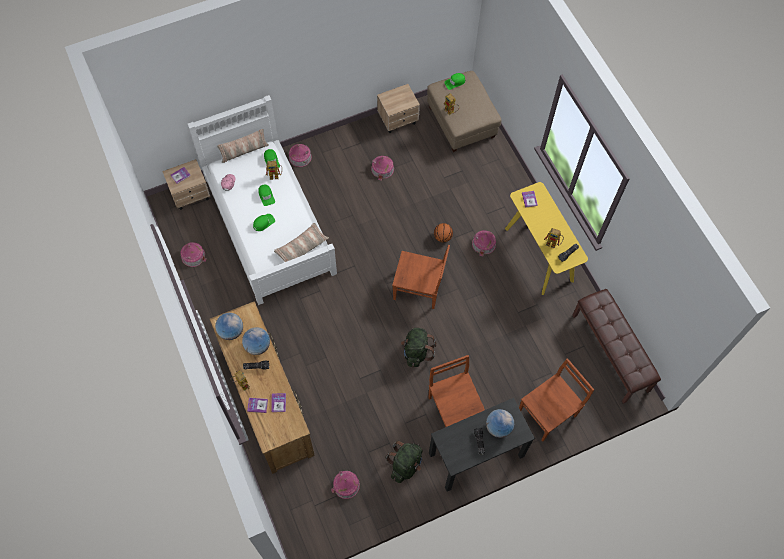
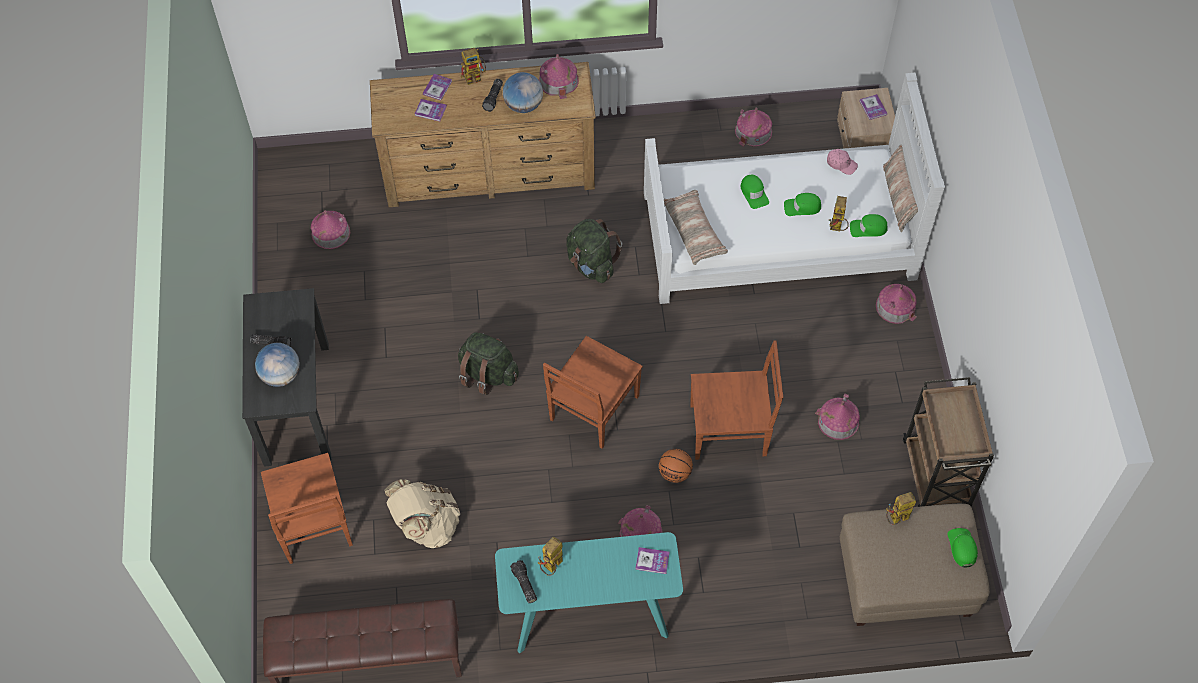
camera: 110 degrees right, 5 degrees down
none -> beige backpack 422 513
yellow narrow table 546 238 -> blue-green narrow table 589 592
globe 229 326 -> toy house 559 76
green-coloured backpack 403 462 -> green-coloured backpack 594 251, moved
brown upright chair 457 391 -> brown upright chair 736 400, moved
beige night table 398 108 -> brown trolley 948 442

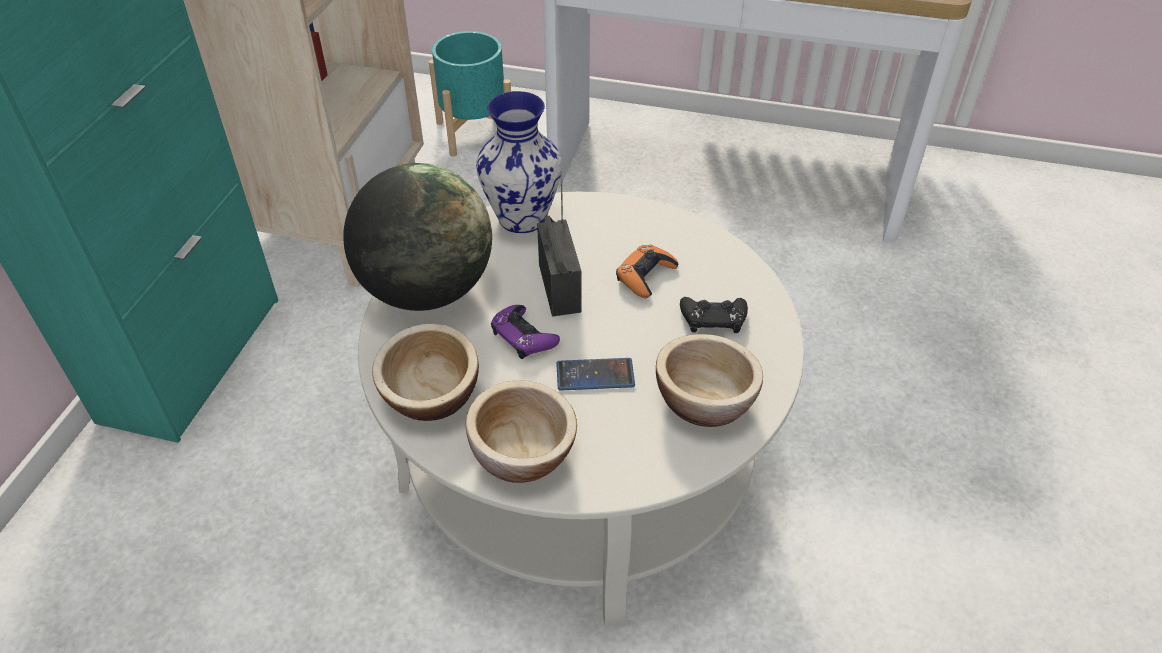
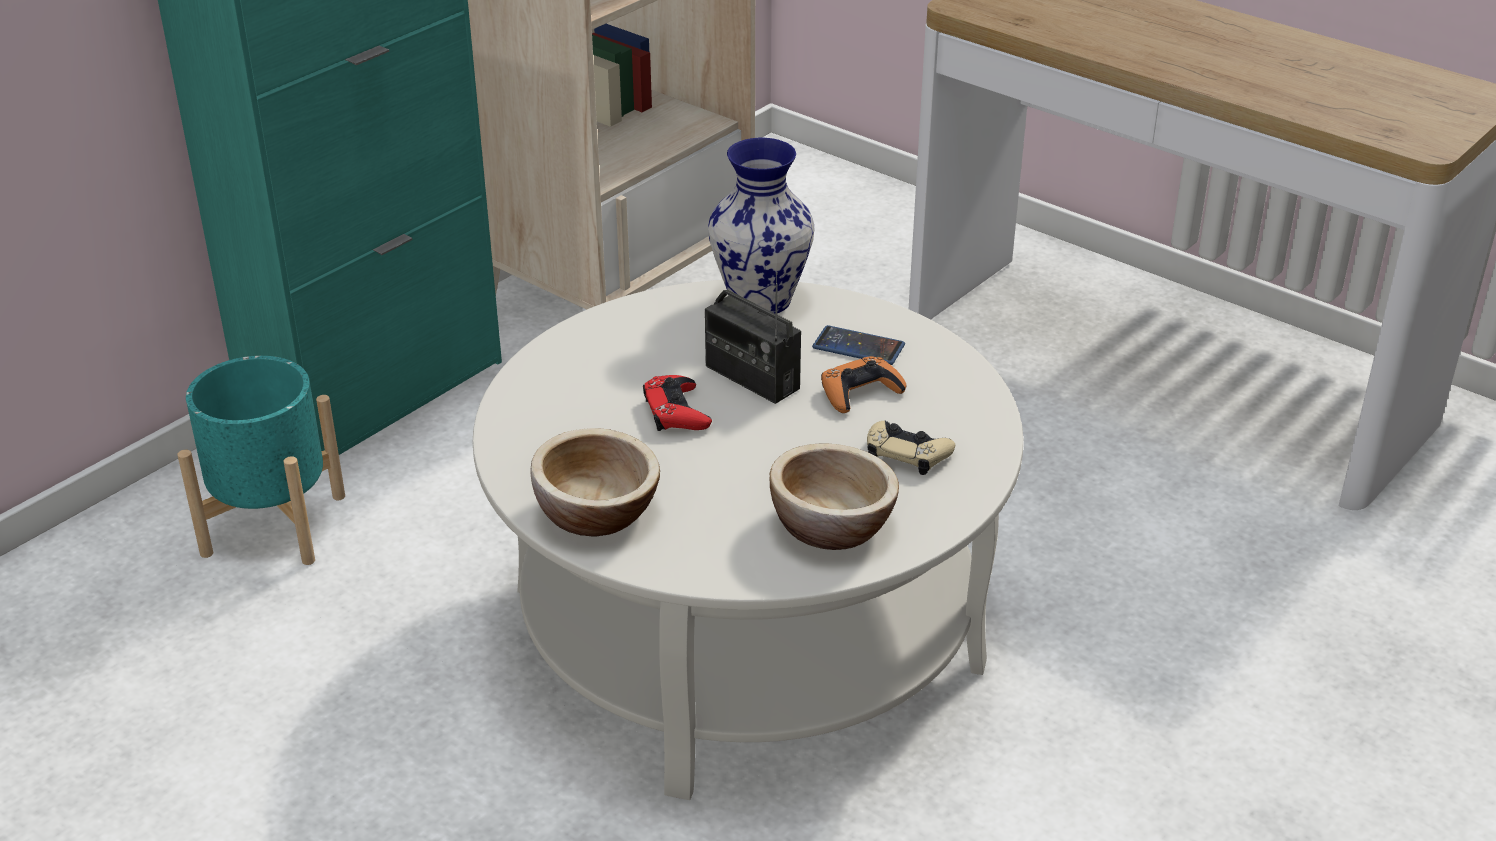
camera: 25 degrees right, 10 degrees down
blue-green flower pot 470 94 -> blue-green flower pot 261 460, moved
purple gamepad 525 332 -> red gamepad 677 403
radio receiver 559 244 -> radio receiver 753 338, 120 degrees clockwise
handset 595 374 -> handset 858 345, moved
blackish gamepad 714 315 -> beige gamepad 911 448
globe 417 237 -> none
bowl 425 372 -> none

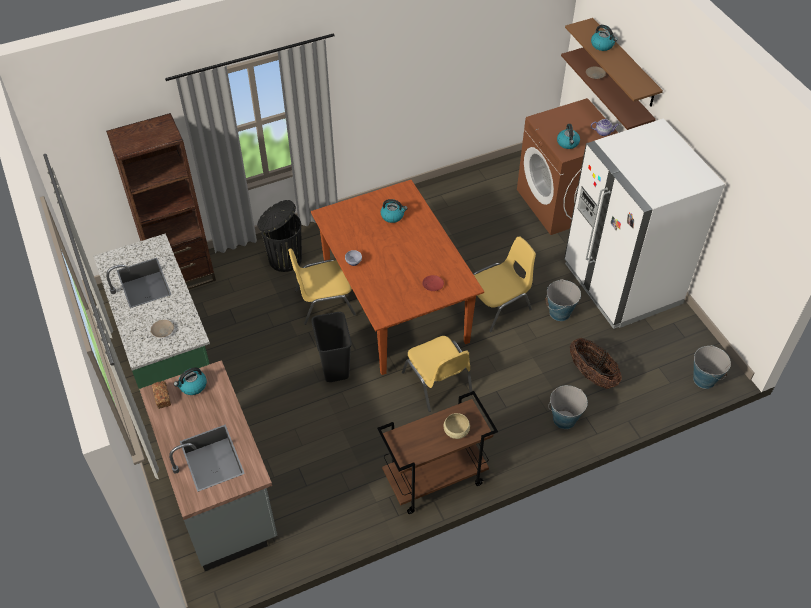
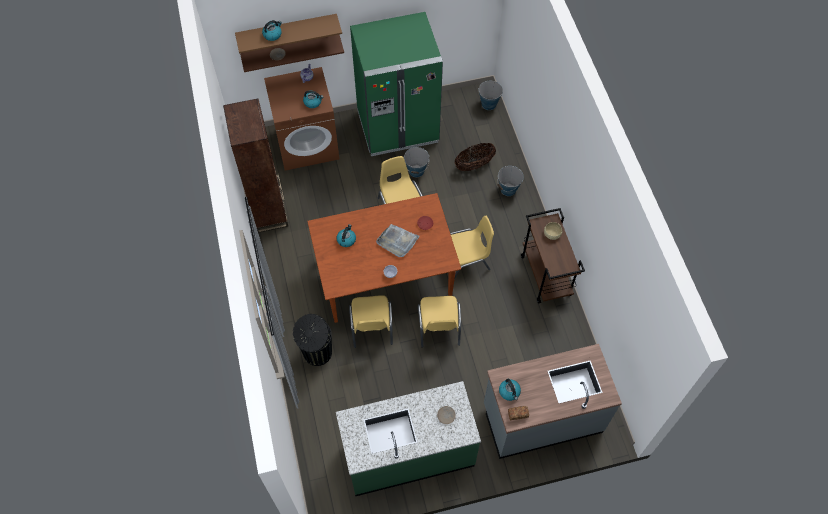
camera: 80 degrees left, 10 degrees up
brown shelving unit 161 201 -> brown shelving unit 255 165, moved
whitish fridge 644 223 -> green-coloured fridge 396 84
none -> gray tray 398 240
blackish rubbish bin 331 347 -> yellow upright chair 439 322

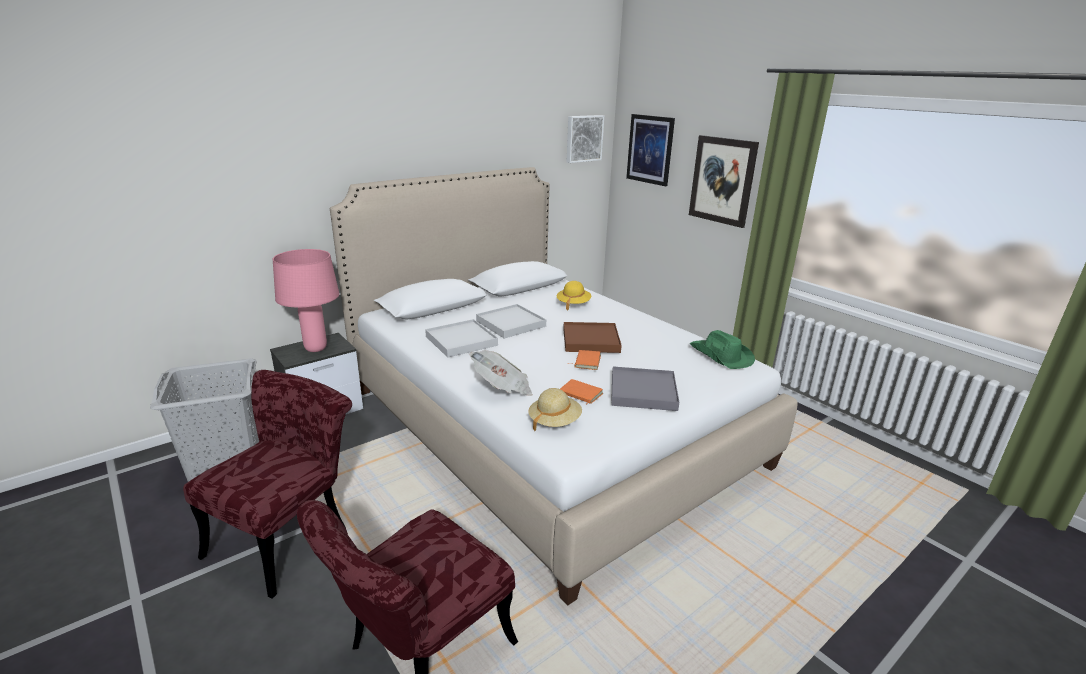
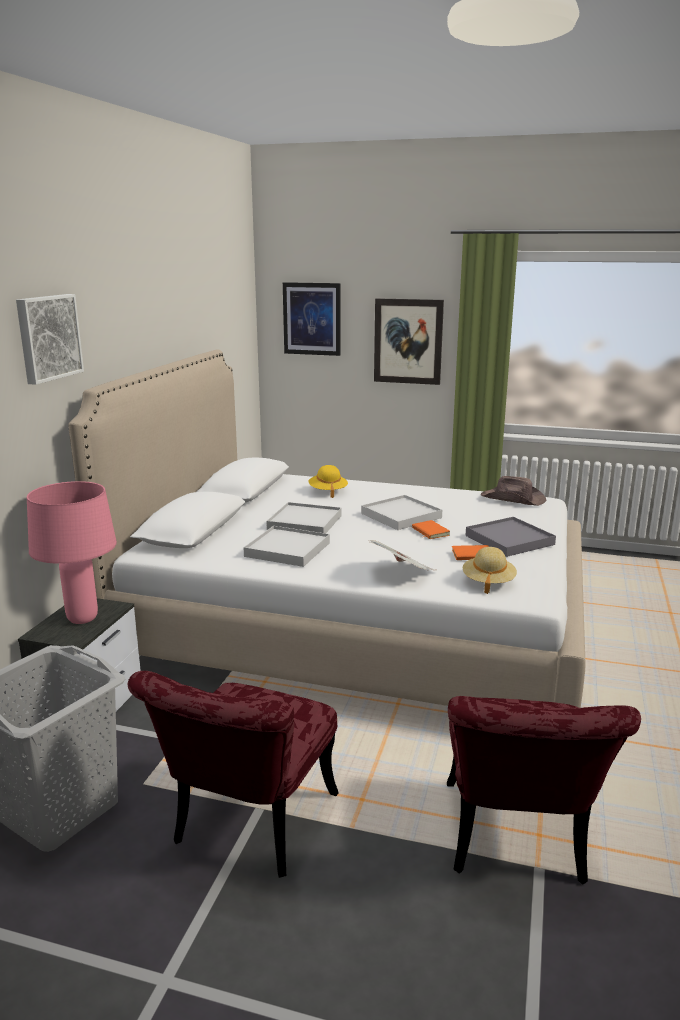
camera: 35 degrees left, 5 degrees down
wall picture 585 139 -> wall picture 50 339, moved
red upright chair 267 484 -> red upright chair 233 774, 150 degrees counterclockwise
brown tray 592 337 -> whitish tray 401 512
green-coloured clothing hat 722 349 -> brown clothing hat 513 491

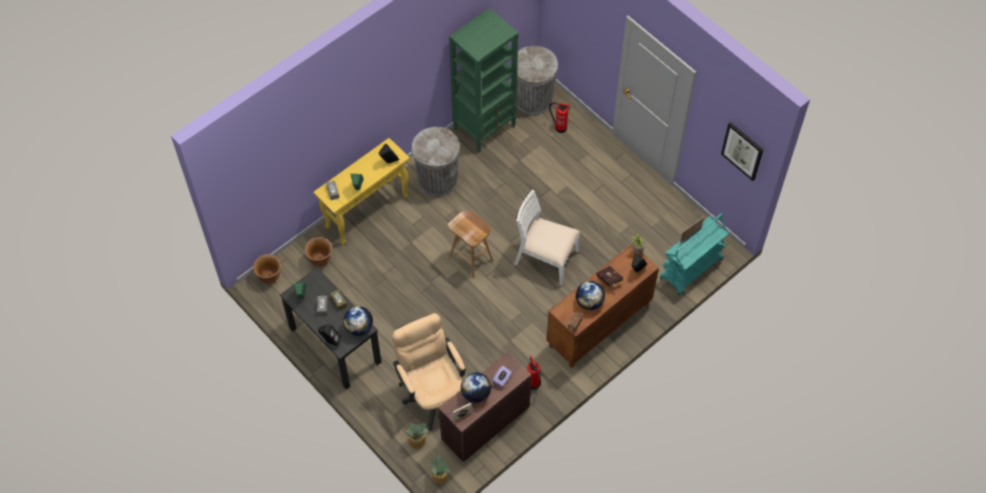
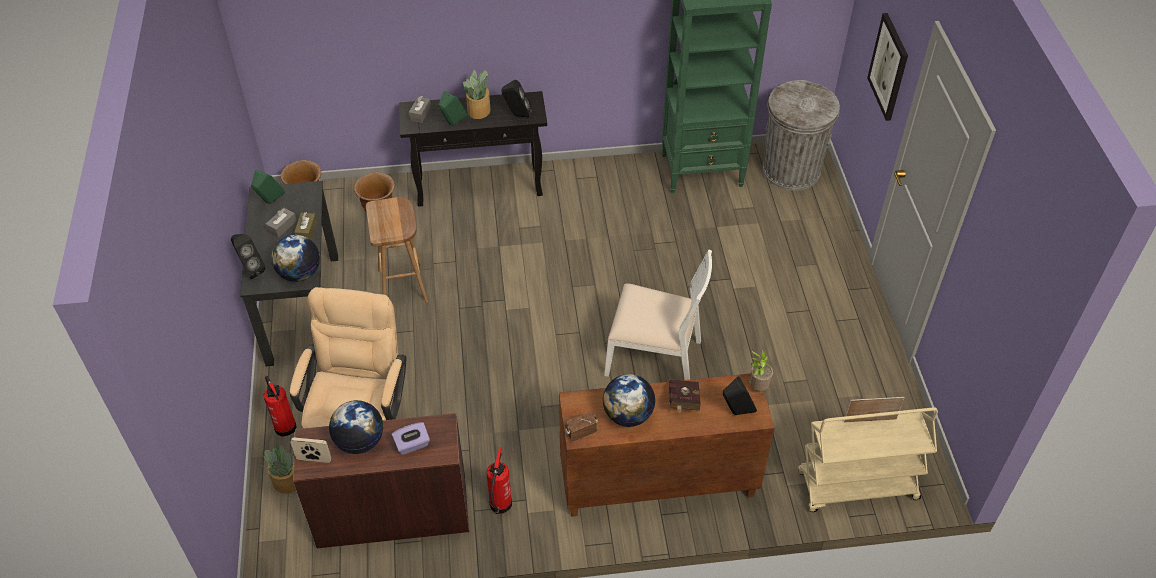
camera: 35 degrees right, 10 degrees down
fire-fighting cylinder 560 117 -> fire-fighting cylinder 280 406, moved
brown stool seat 470 244 -> brown stool seat 397 250, moved
yellow narrow table 362 191 -> blackish narrow table 473 148
houseplant 440 469 -> houseplant 476 94, moved
whitish upright chair 547 238 -> whitish upright chair 658 314, 135 degrees clockwise
blue-green trolley 694 254 -> beige trolley 868 459
wall picture 742 151 -> wall picture 887 67, moved
gray rubbish bin 436 162 -> none

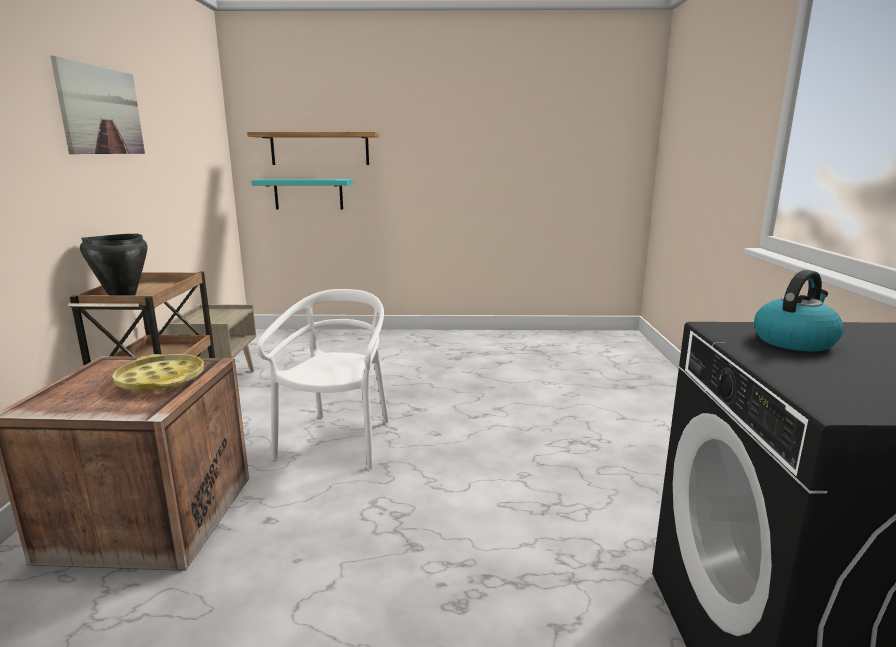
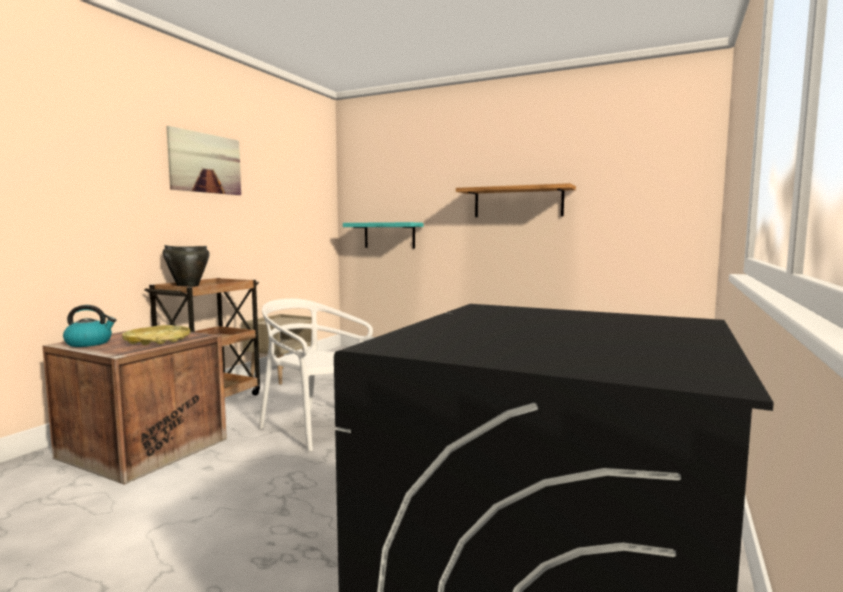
camera: 25 degrees right, 10 degrees down
water kettle 799 311 -> water kettle 89 326, moved
whitish upright chair 323 379 -> whitish upright chair 316 375, 90 degrees counterclockwise
wall shelf 313 148 -> wall shelf 516 200, moved

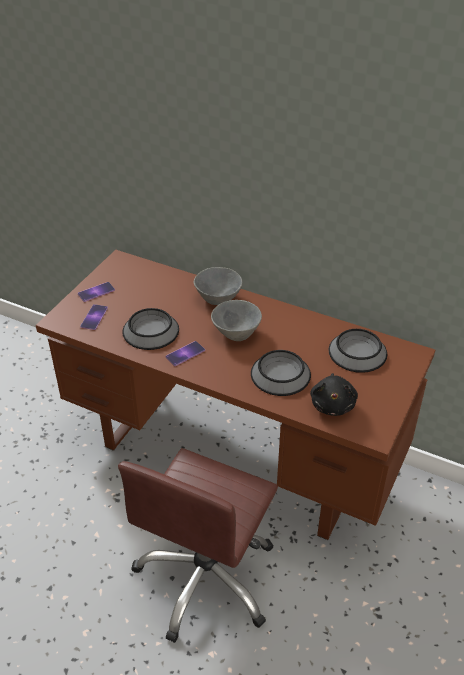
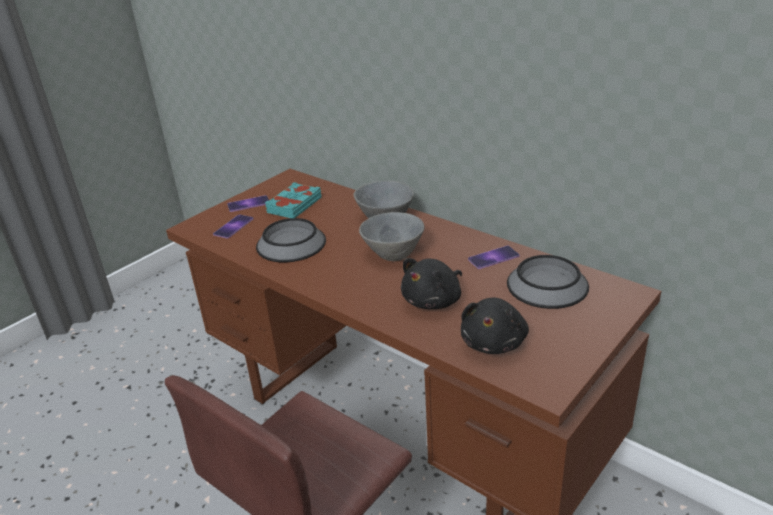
camera: 15 degrees right, 10 degrees down
none -> blue-green volume 293 200
bowl 281 373 -> blackish soft toy 431 283
handset 185 353 -> handset 494 257, moved

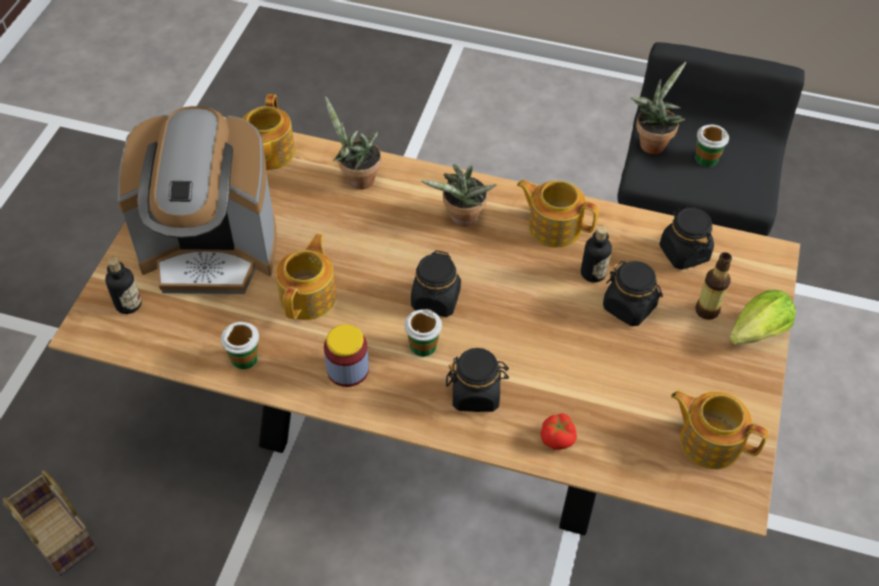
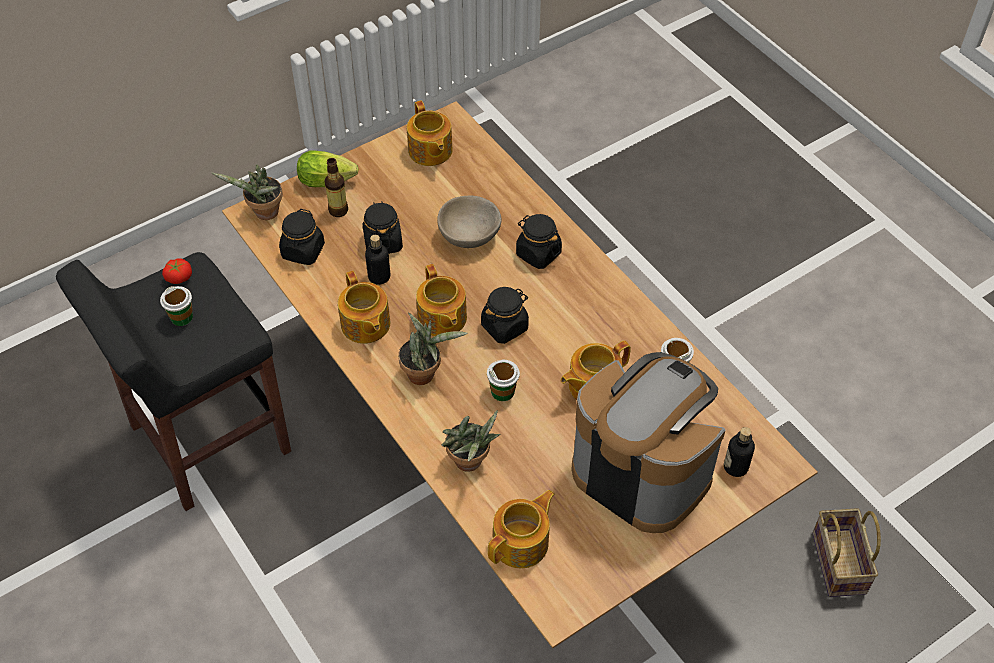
camera: 140 degrees left, 0 degrees up
fresh tomato 558 431 -> fresh tomato 177 271, moved
houseplant 658 108 -> houseplant 247 192, moved
none -> teapot 441 300
none -> beige bowl 469 222
cup 423 333 -> cup 503 380, moved
jar 346 355 -> none

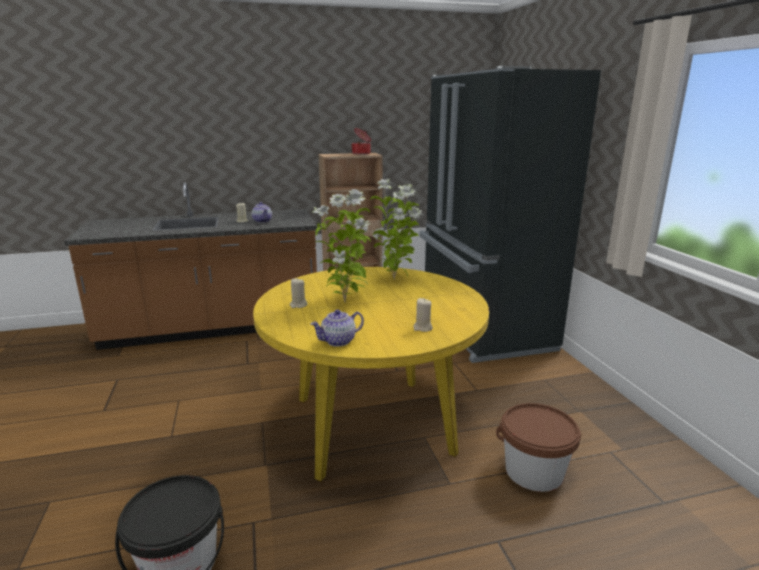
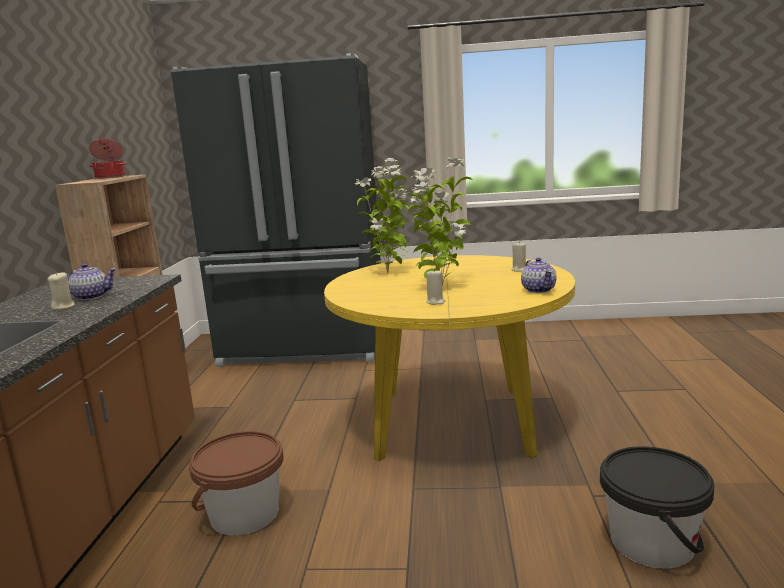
camera: 70 degrees left, 5 degrees down
brown bucket 538 447 -> brown bucket 236 483, moved

